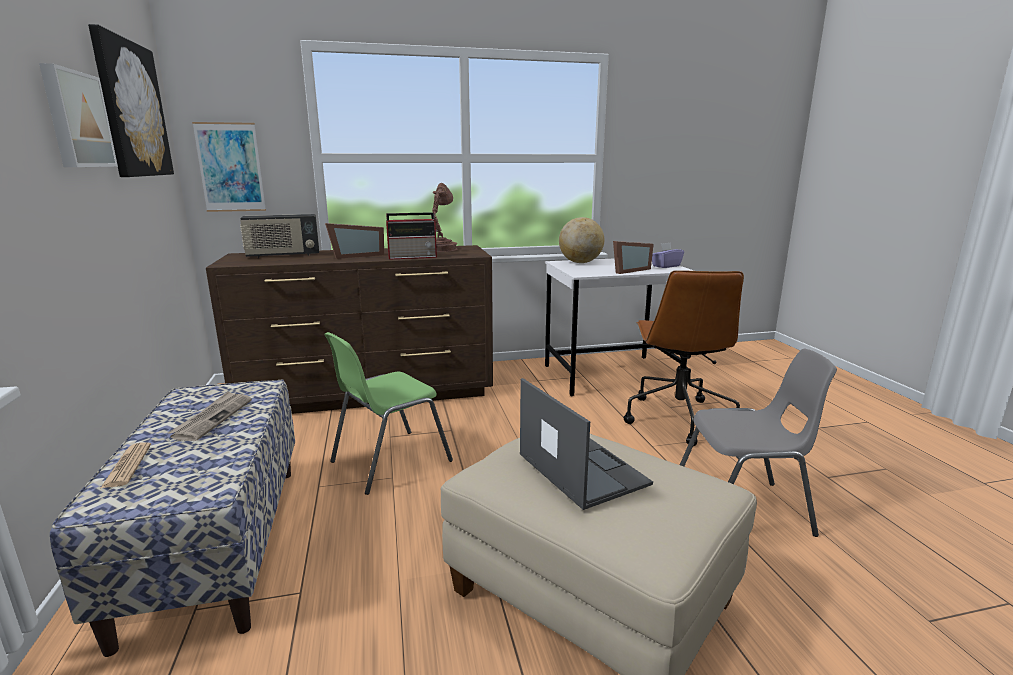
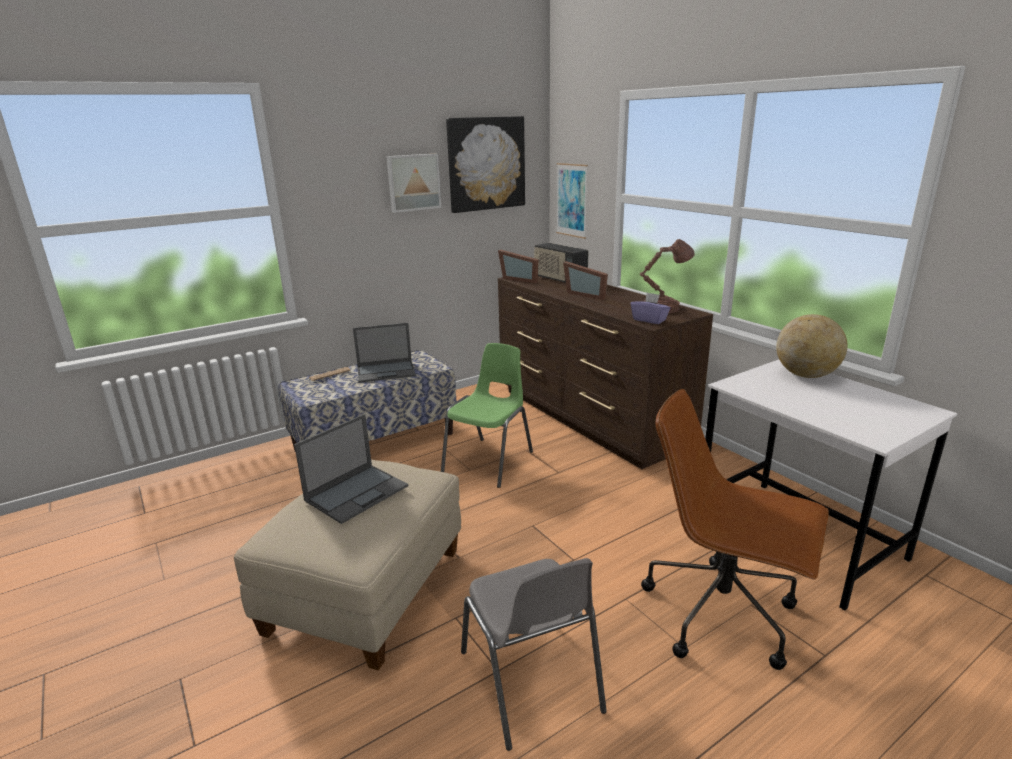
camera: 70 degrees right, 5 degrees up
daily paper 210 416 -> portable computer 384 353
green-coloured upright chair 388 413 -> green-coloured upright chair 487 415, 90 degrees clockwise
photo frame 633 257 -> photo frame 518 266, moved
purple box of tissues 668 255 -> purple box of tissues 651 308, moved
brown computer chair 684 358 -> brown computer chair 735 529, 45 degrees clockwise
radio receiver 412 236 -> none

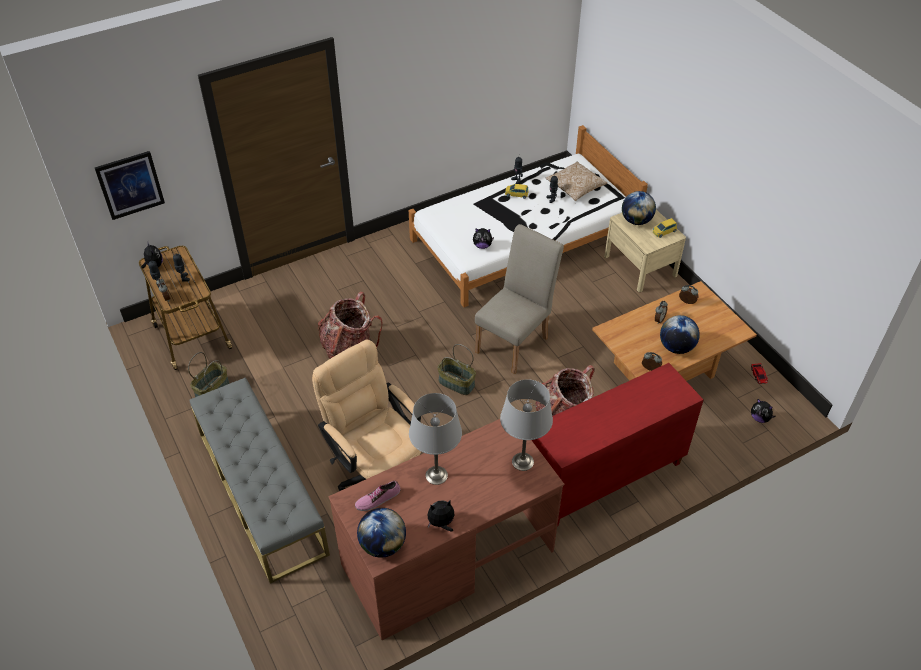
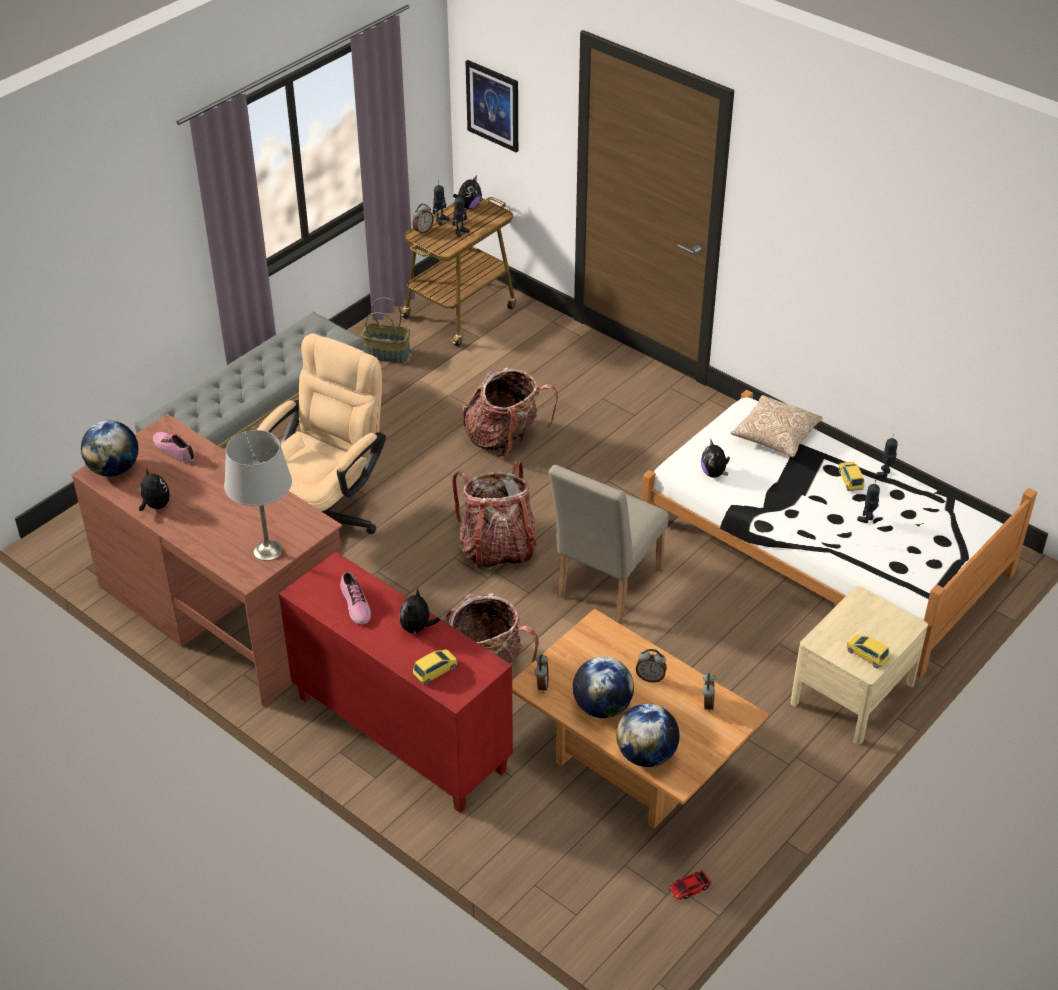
camera: 70 degrees right, 5 degrees down
none -> low shoe 355 598
soft toy 763 411 -> soft toy 419 612, moved
none -> yellow model car 435 667
basket 456 369 -> backpack 495 515
beige upright chair 519 299 -> beige upright chair 609 544, 105 degrees clockwise
globe 639 208 -> globe 648 735, moved
pillow 576 181 -> pillow 777 426, moved
gray tabletop lamp 435 439 -> none

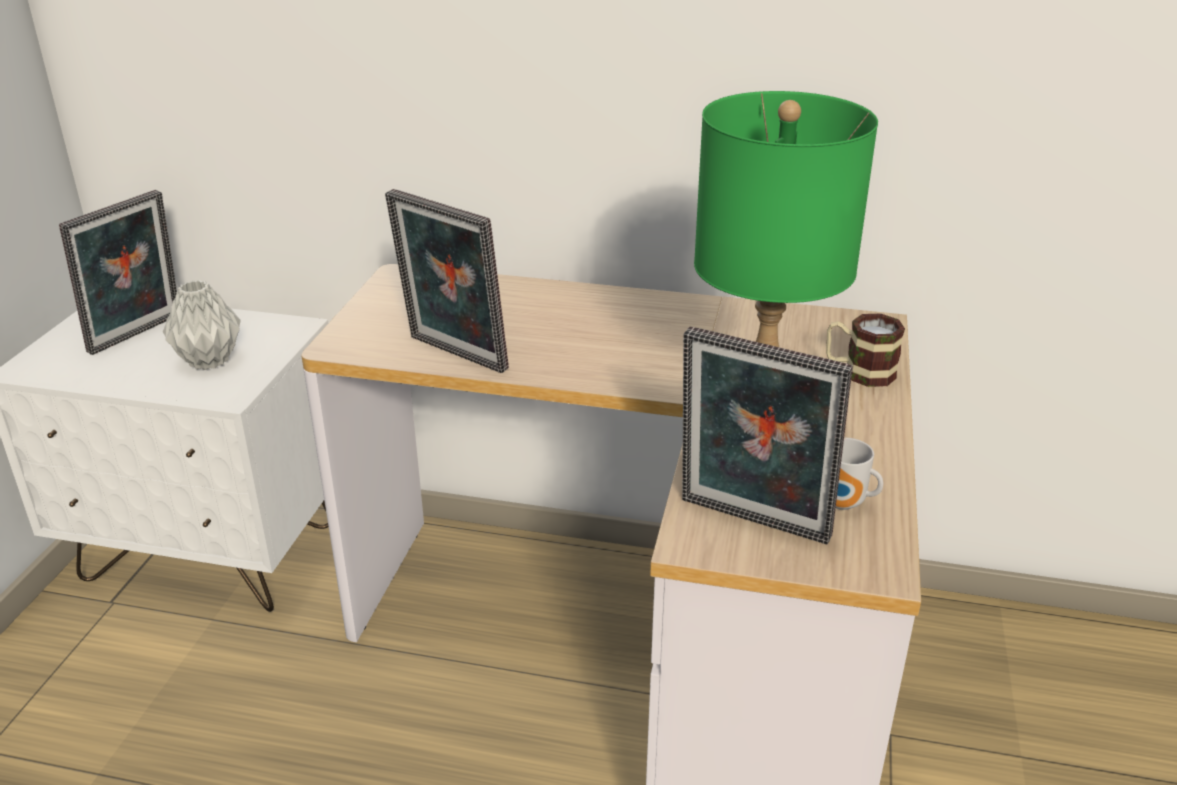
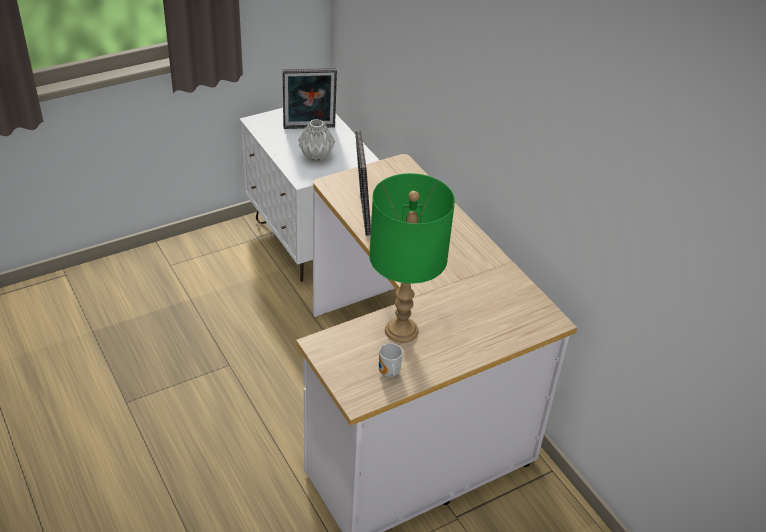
camera: 45 degrees right, 10 degrees up
photo frame 767 435 -> none
coffee mug 865 350 -> none

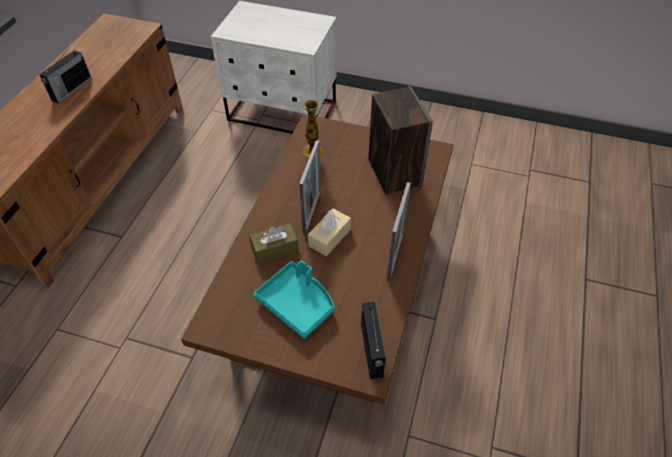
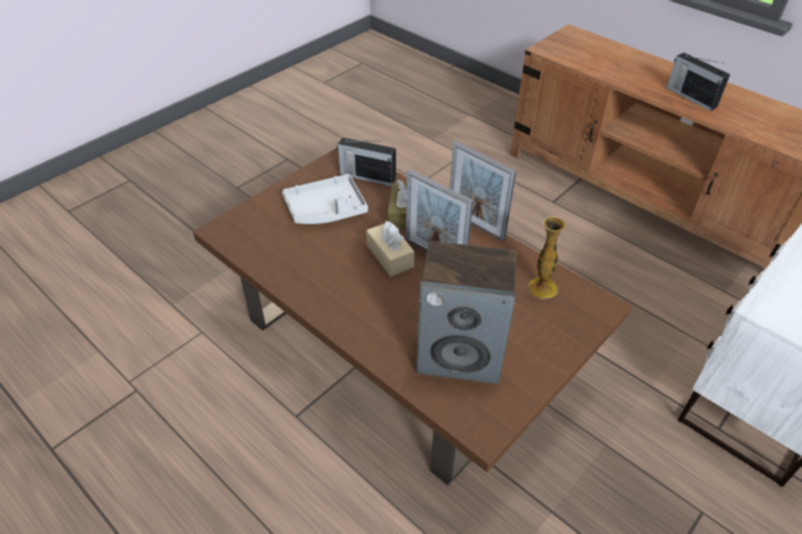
camera: 115 degrees right, 5 degrees down
blue-green tray 294 299 -> gray tray 325 199
radio receiver 373 340 -> radio receiver 366 161, moved
photo frame 398 232 -> photo frame 483 191, moved

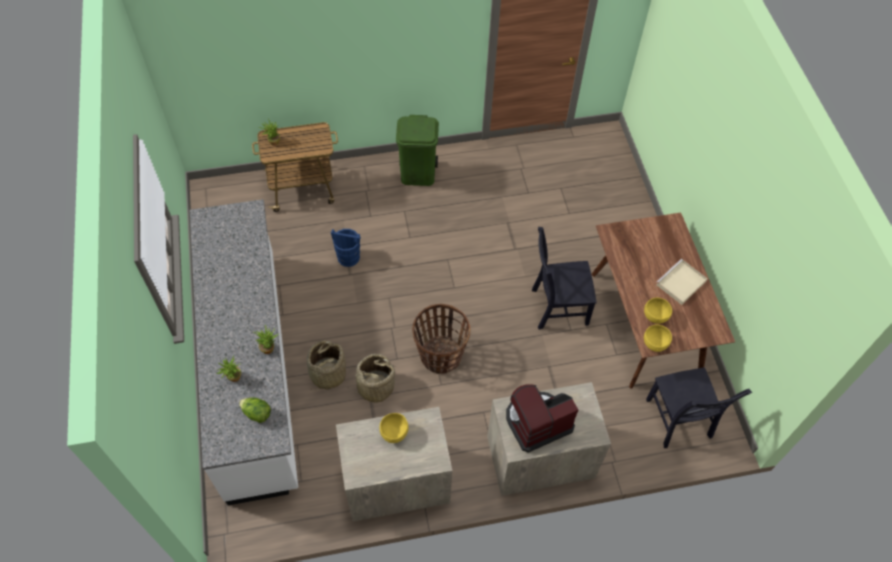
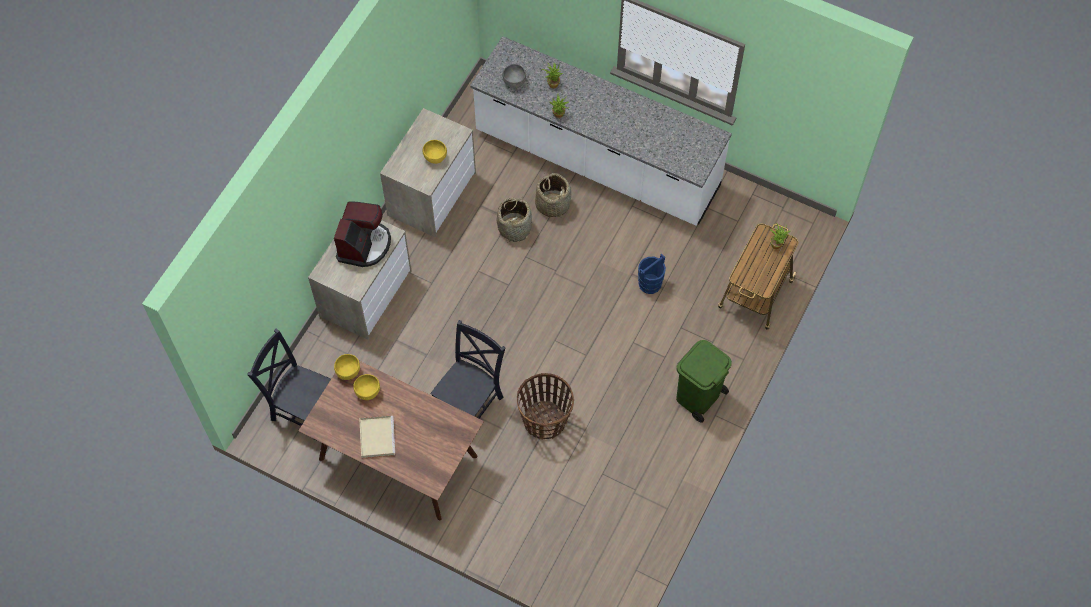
camera: 130 degrees right, 5 degrees up
head of lettuce 255 410 -> gray bowl 514 76
basket 441 339 -> basket 545 406, moved

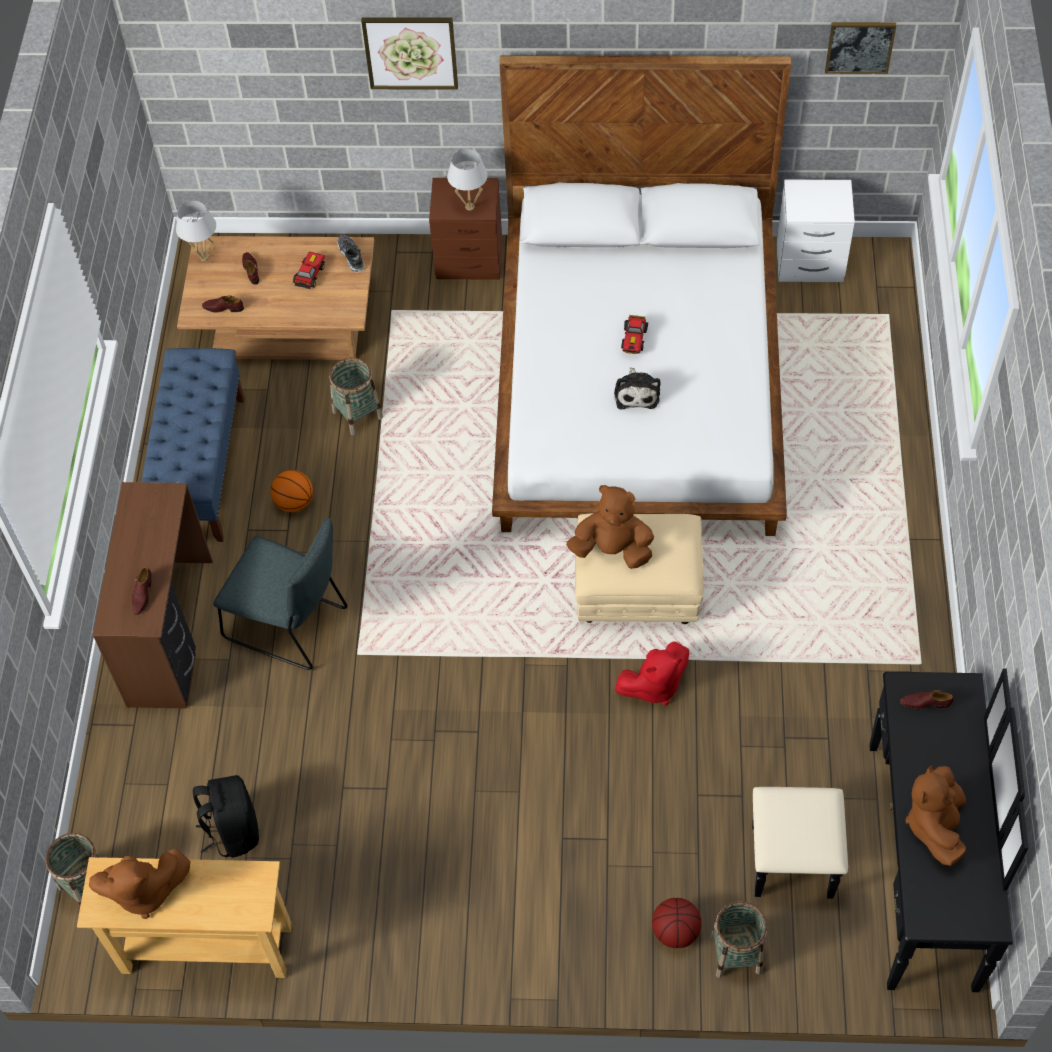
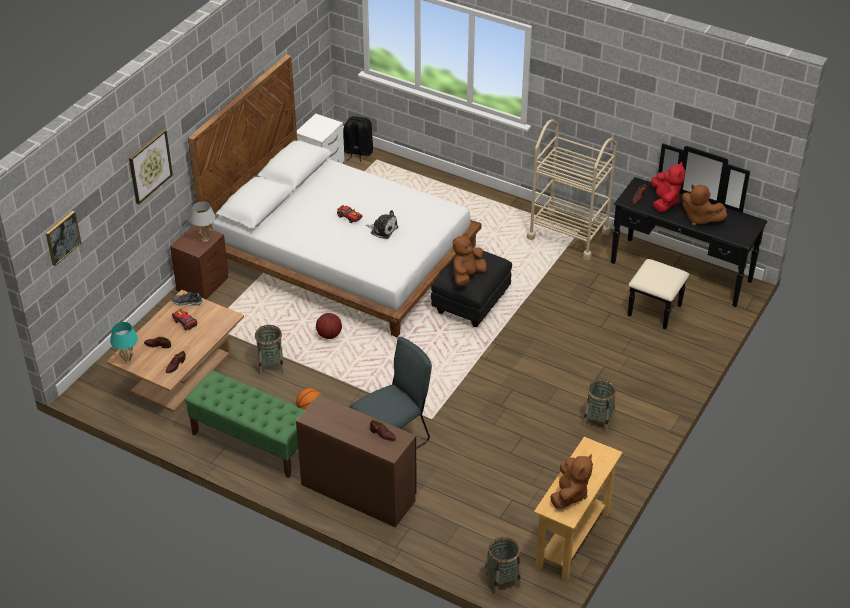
camera: 65 degrees left, 15 degrees down
wall picture 860 48 -> wall picture 63 238, moved
whitish tabletop lamp 196 231 -> blue-green tabletop lamp 124 343
blue-coloured long seat 193 445 -> green-coloured long seat 244 424
basketball 676 923 -> basketball 329 326, moved
blackish backpack 226 816 -> blackish backpack 358 139, moved
beige footrest 639 568 -> blackish footrest 471 287
none -> beige trolley 572 189
basket 738 939 -> basket 599 405, moved
red soft toy 652 673 -> red soft toy 668 187, moved

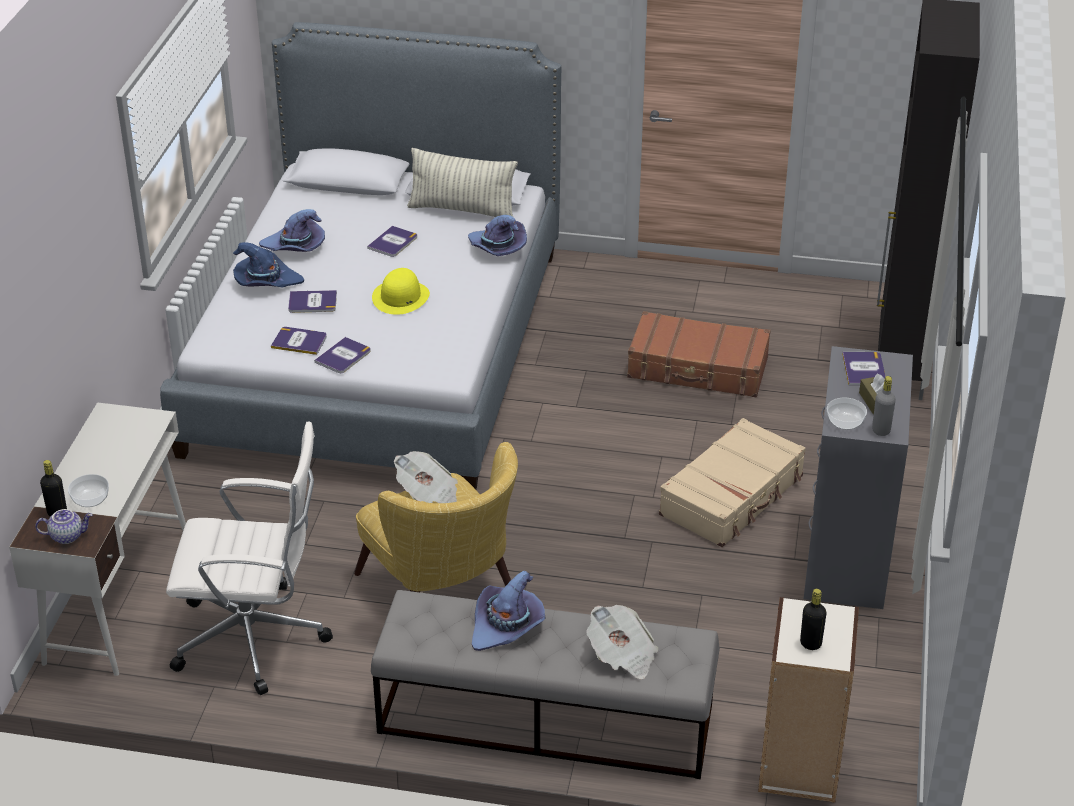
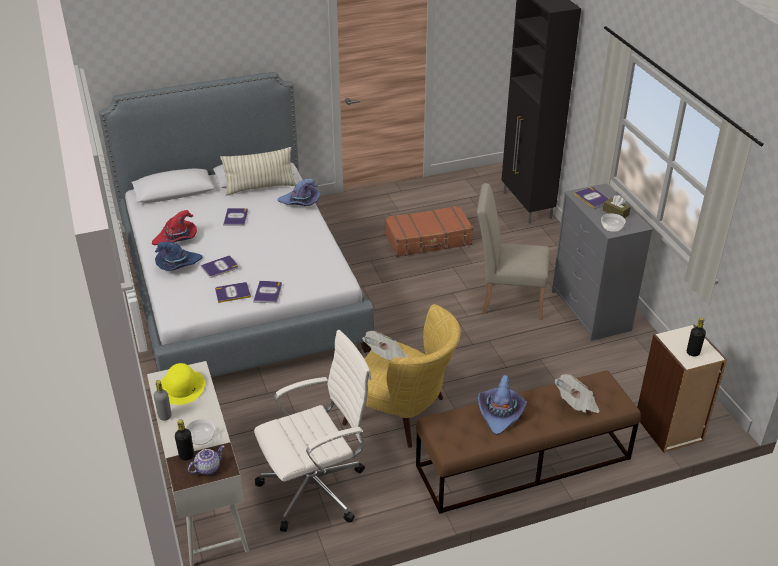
camera: 30 degrees left, 0 degrees up
purple clothing hat 292 230 -> red clothing hat 174 227
gray bottle 884 406 -> gray bottle 163 400, moved
yellow clothing hat 401 291 -> yellow clothing hat 183 384, moved
gray long seat 545 684 -> brown long seat 528 442
beige suitcase 732 482 -> beige upright chair 513 251

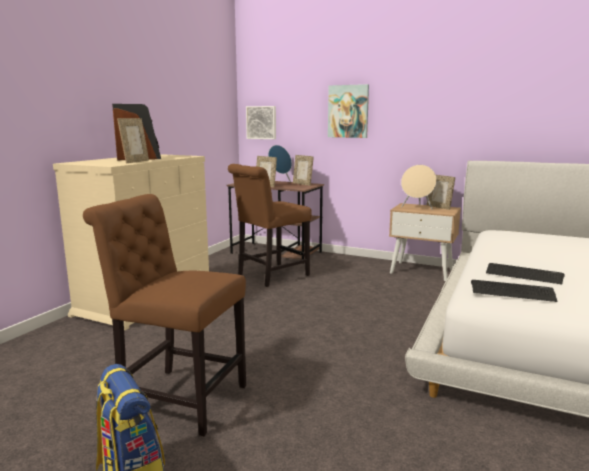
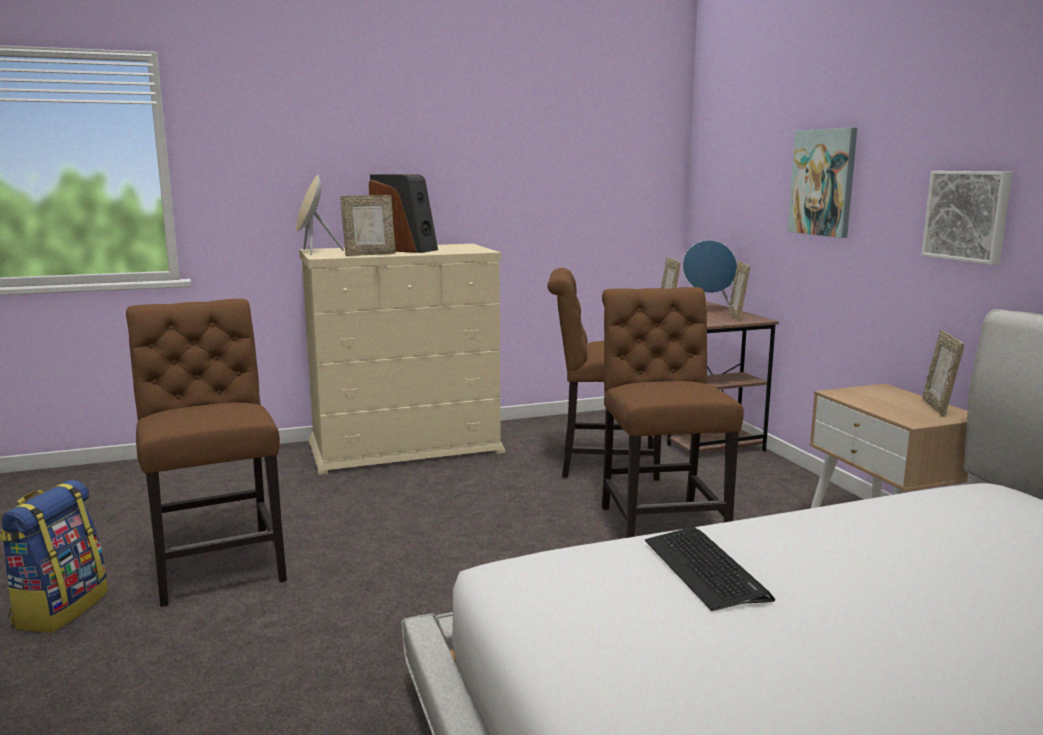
camera: 45 degrees right, 0 degrees up
beige speaker 419 187 -> beige speaker 320 215, moved
none -> brown upright chair 673 412
wall picture 261 122 -> wall picture 966 218, moved
PC keyboard 514 291 -> none

